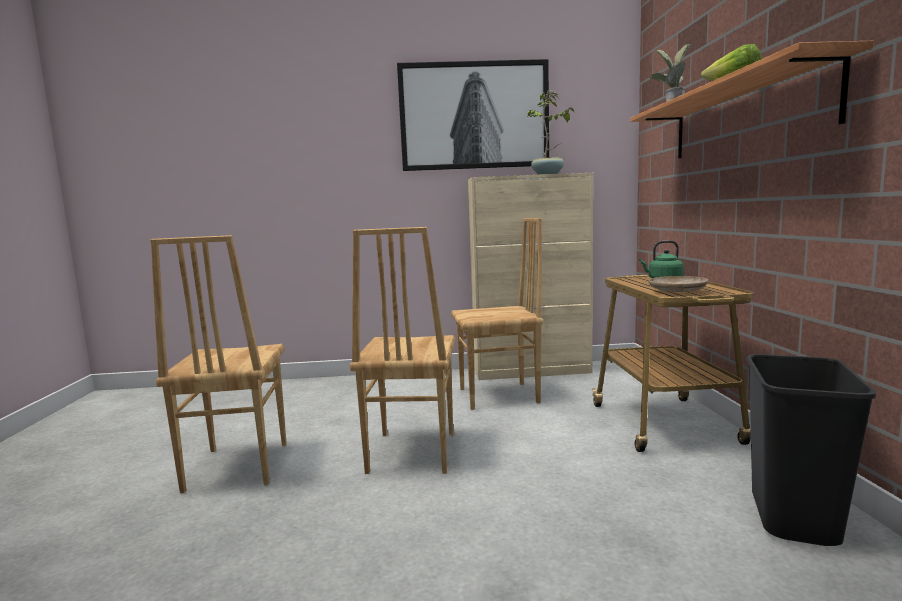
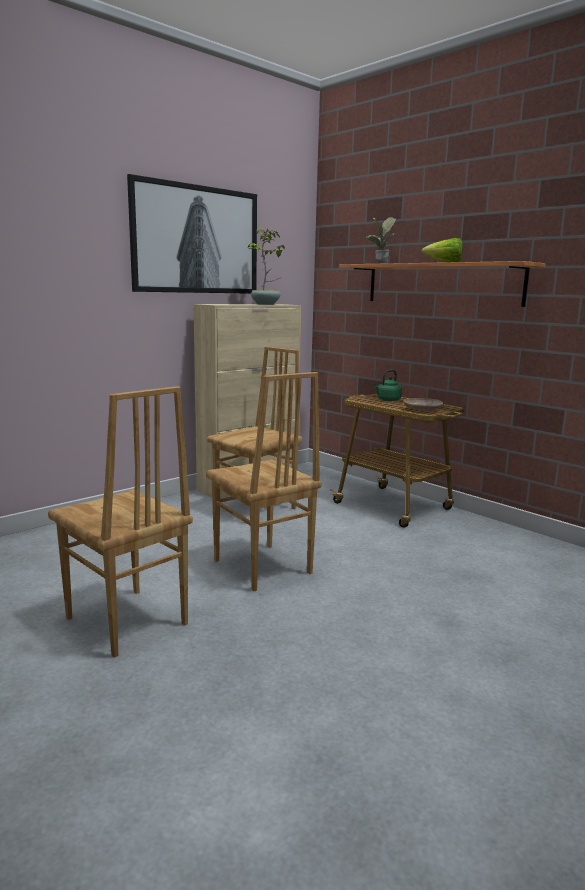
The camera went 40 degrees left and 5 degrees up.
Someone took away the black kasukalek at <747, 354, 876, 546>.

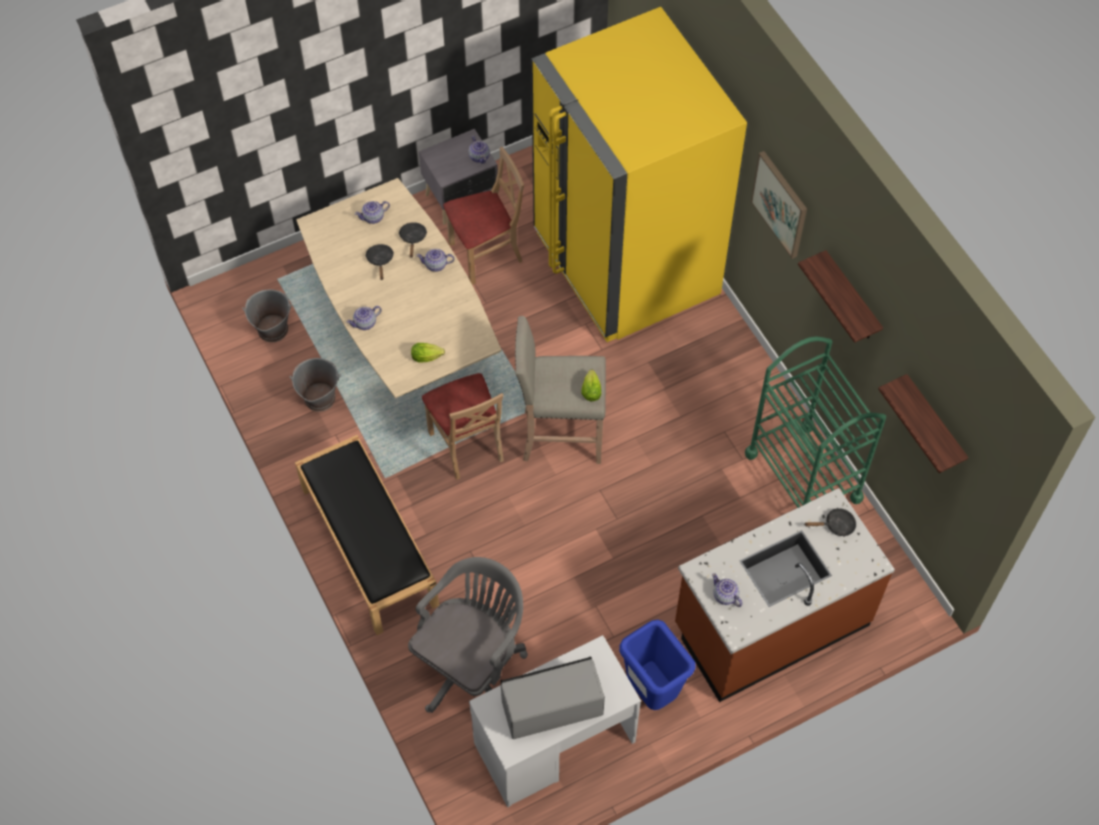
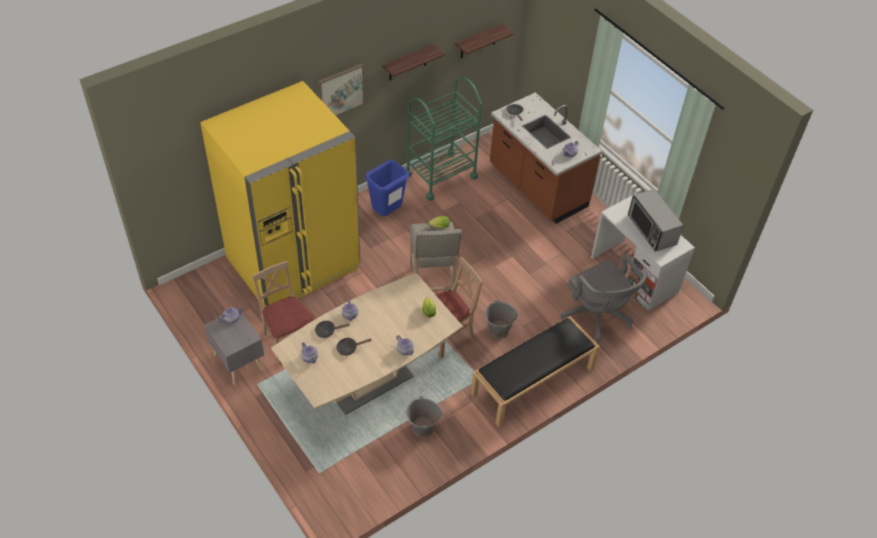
The camera went 100 degrees left and 10 degrees down.
Someone carried the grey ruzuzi from <242, 290, 292, 342> to <484, 300, 519, 339>.
Someone carried the blue kasukalek from <619, 620, 695, 710> to <365, 160, 409, 216>.
Someone rotated the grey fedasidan at <408, 557, 528, 713> by 150 degrees counterclockwise.

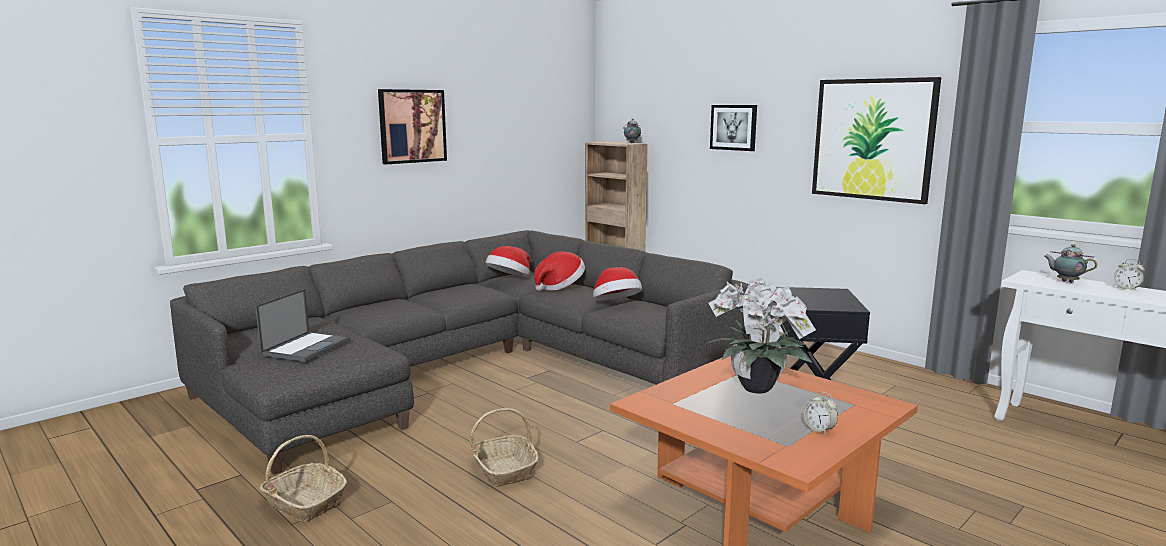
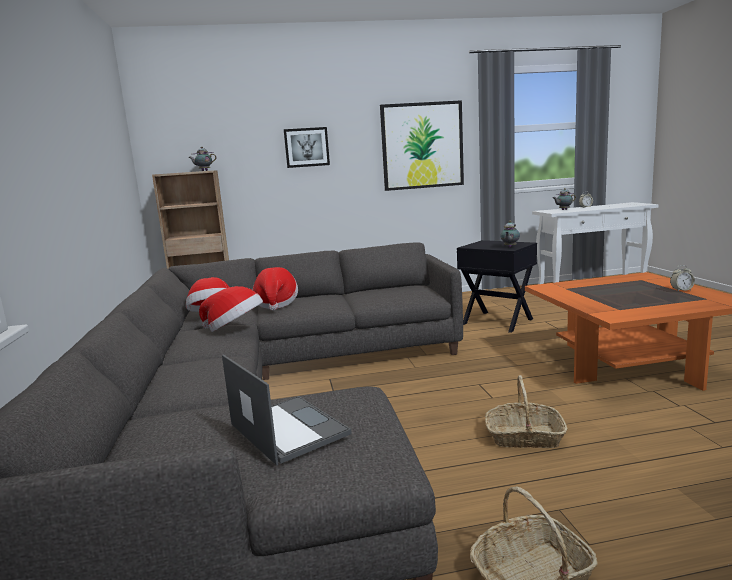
The camera went 55 degrees left and 0 degrees up.
Someone took away the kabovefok at <378, 89, 447, 165>.
Someone took away the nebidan at <707, 278, 816, 394>.
Someone put down the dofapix at <500, 221, 520, 247>.
Someone carried the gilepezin from <593, 267, 642, 300> to <199, 286, 263, 332>.

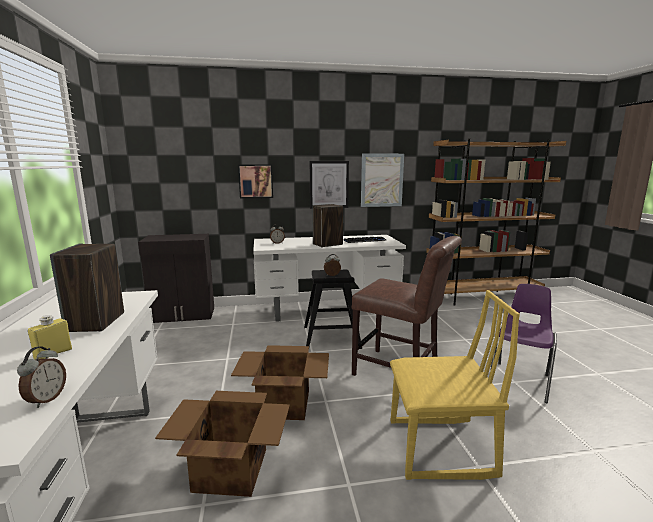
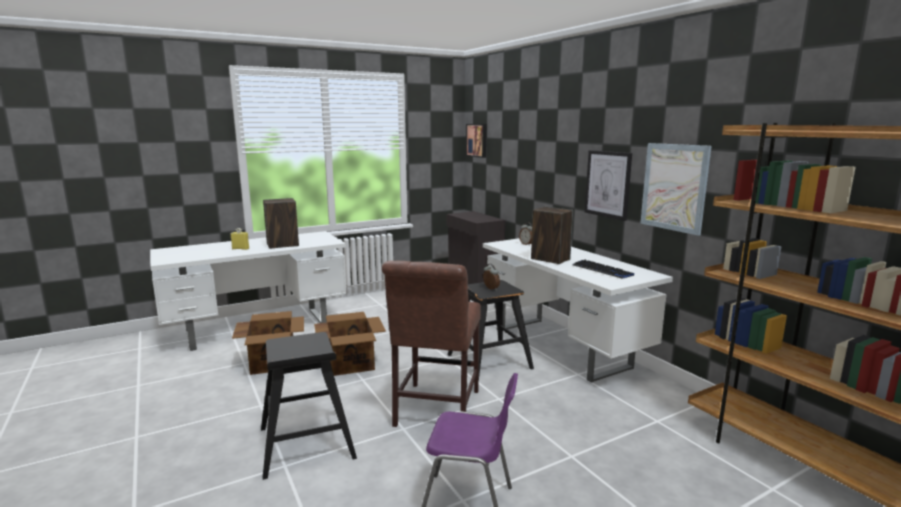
The camera went 70 degrees right and 0 degrees up.
Someone took away the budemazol at <17, 346, 66, 408>.
Someone carried the kabovefok from <238, 164, 273, 198> to <466, 124, 487, 158>.
Someone swapped the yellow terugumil at <390, 290, 520, 480> for the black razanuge at <261, 332, 357, 480>.

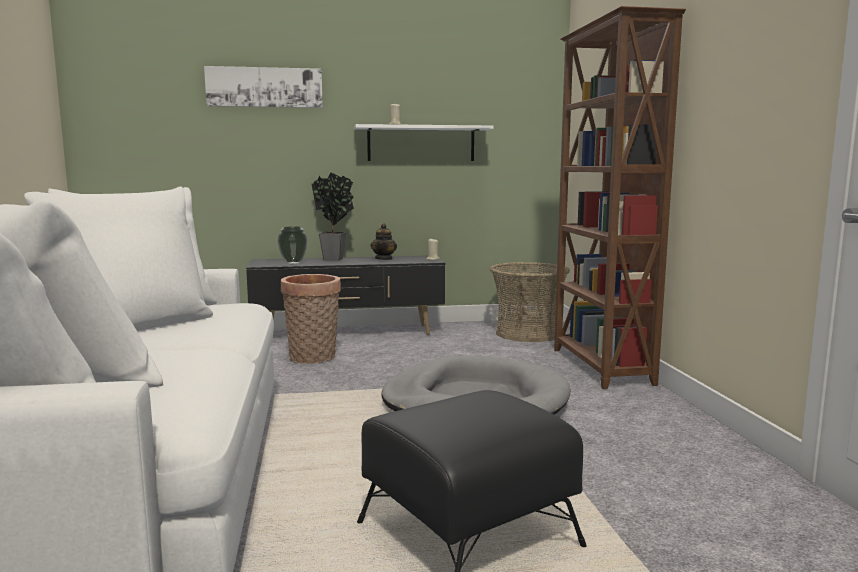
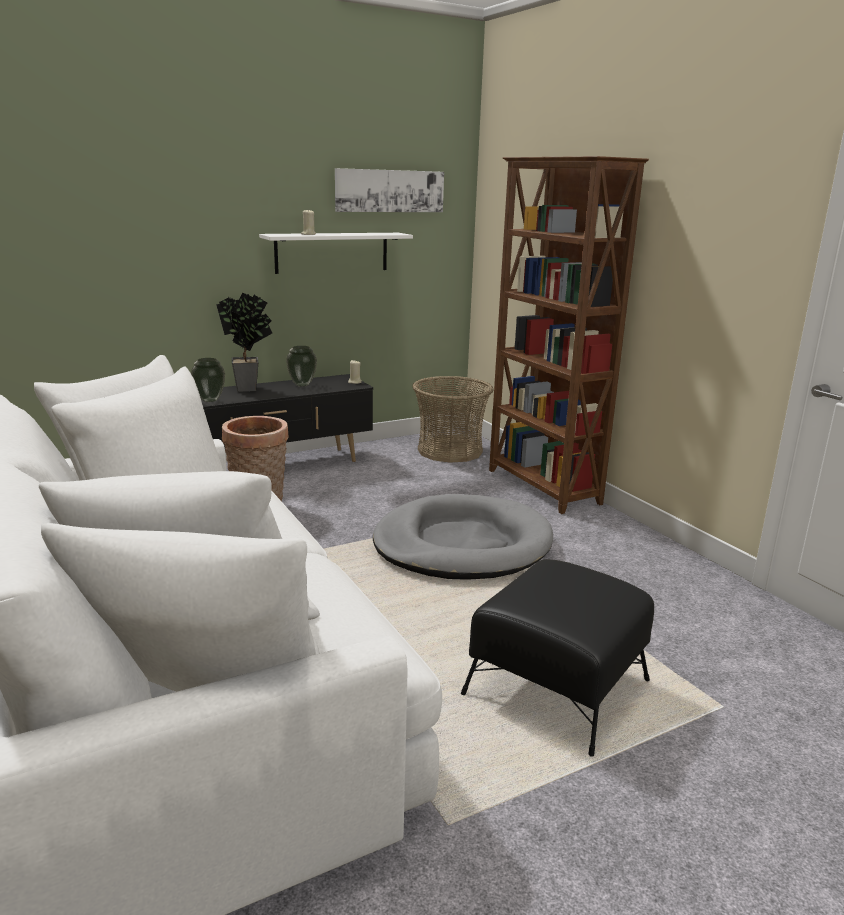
The camera went 20 degrees left and 10 degrees up.
Someone carried the kabovefok from <204, 66, 323, 108> to <335, 168, 444, 212>.
Someone swapped the dofapix at <371, 223, 397, 260> for the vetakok at <286, 346, 317, 387>.

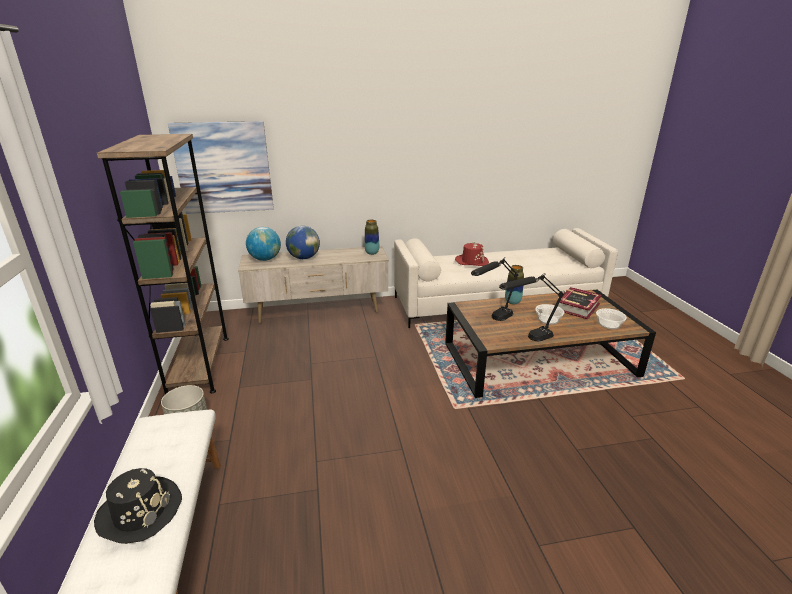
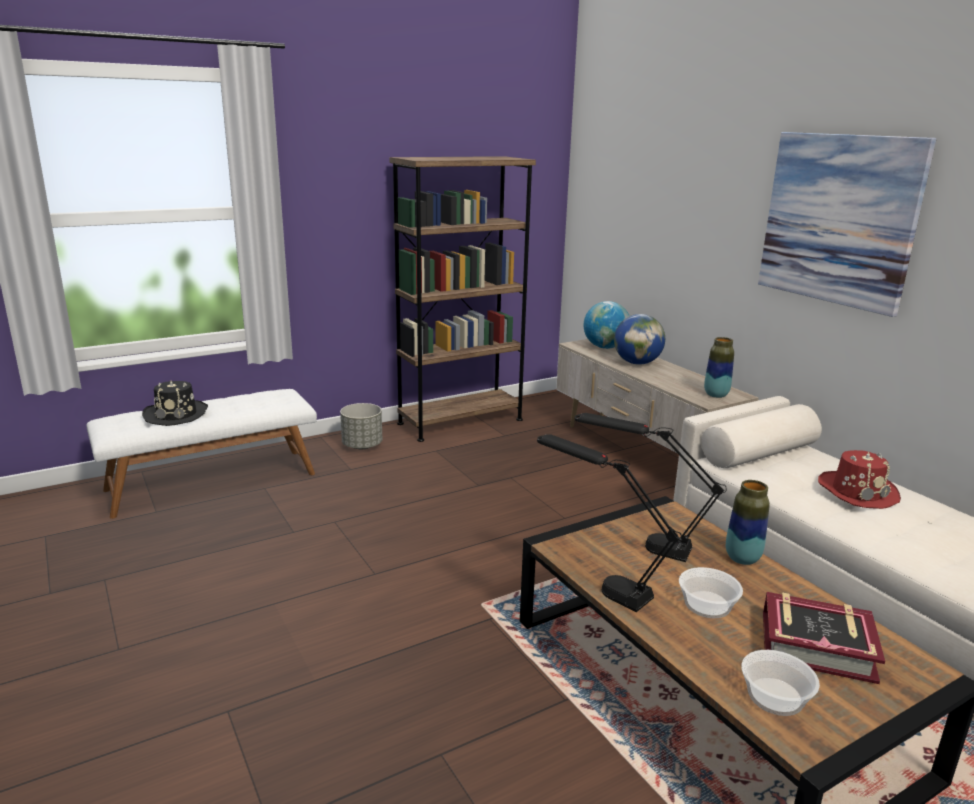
The camera went 70 degrees right and 5 degrees down.
Someone carried the kabovefok from <168, 121, 274, 214> to <758, 132, 936, 317>.

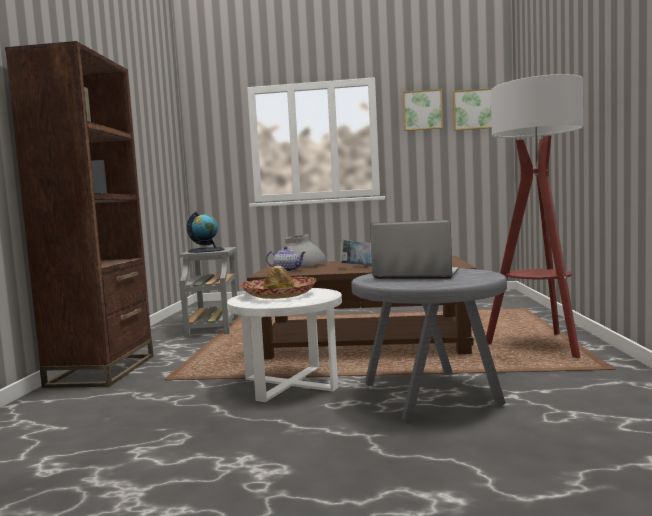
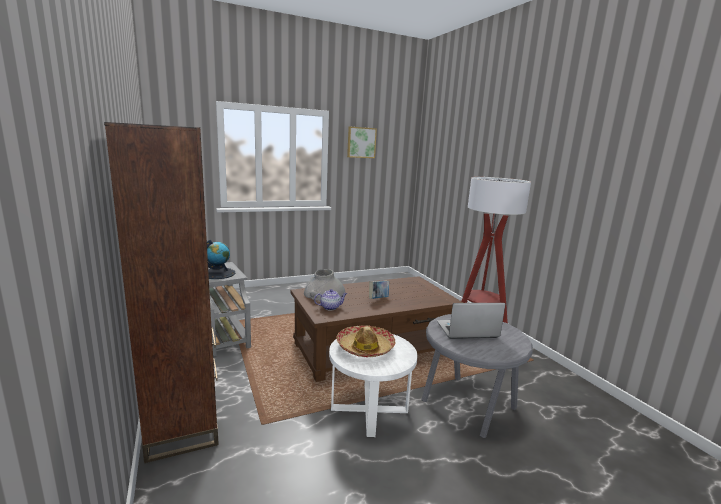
The camera went 30 degrees left and 10 degrees up.
Someone took away the kabovefok at <453, 88, 492, 131>.

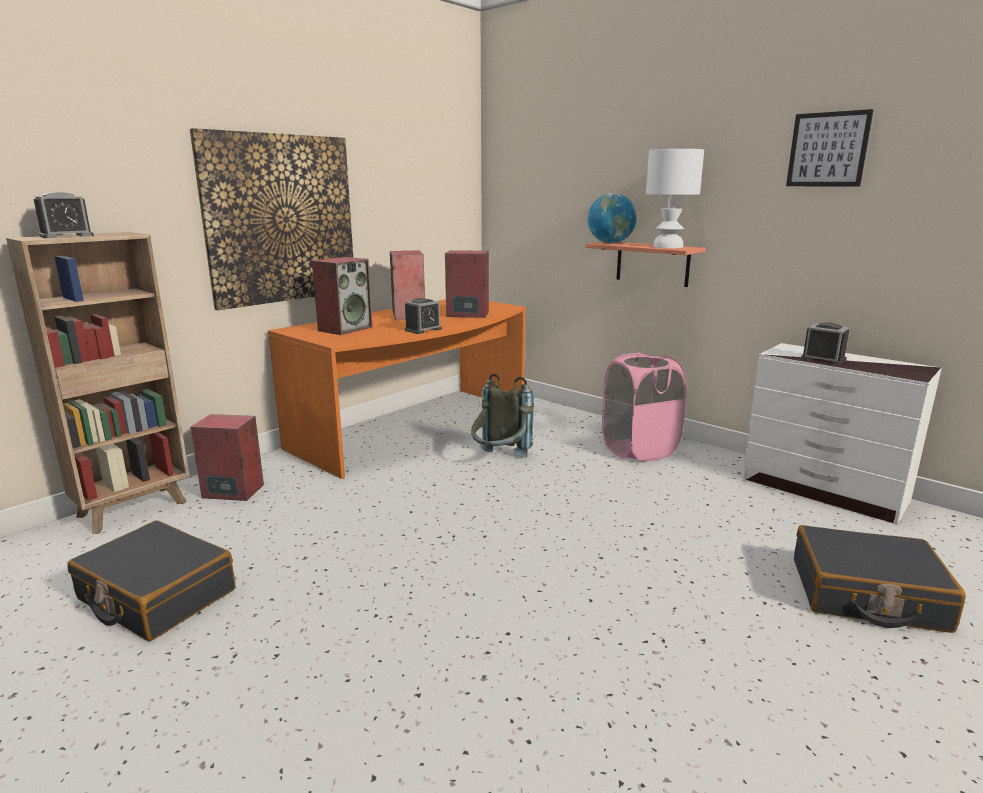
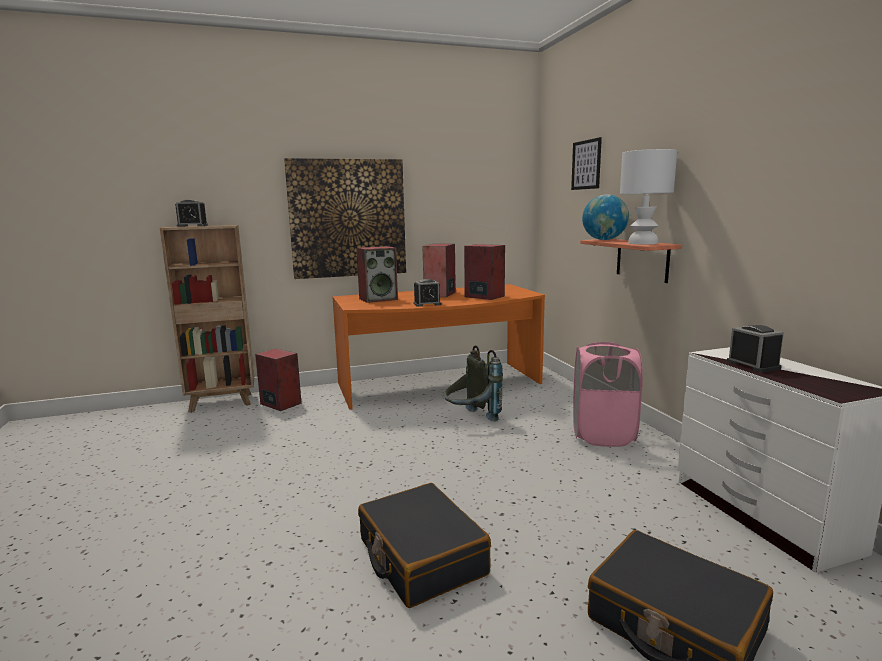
The camera went 30 degrees right and 5 degrees down.
Someone carried the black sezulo from <67, 520, 236, 641> to <358, 483, 491, 608>.
Someone carried the kabovefok from <786, 109, 874, 186> to <571, 137, 602, 190>.

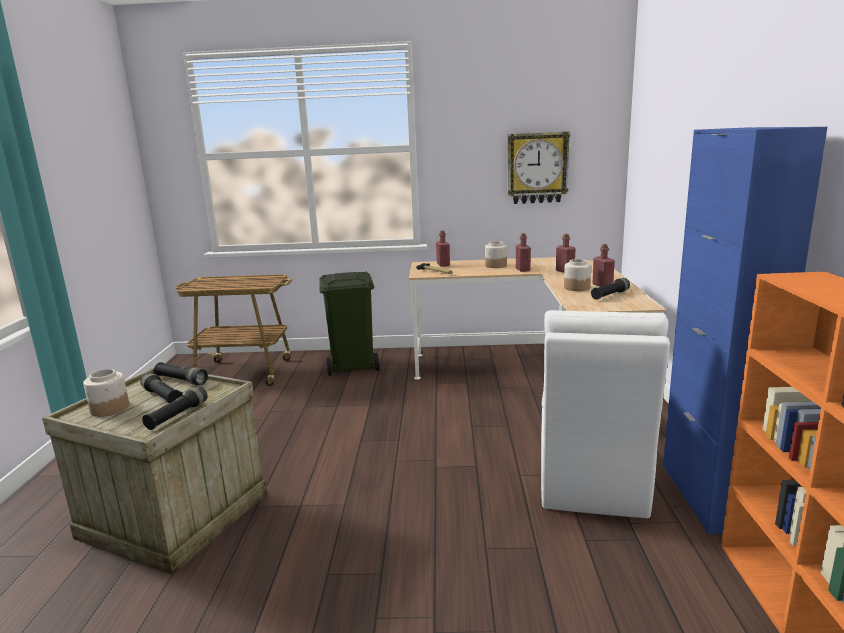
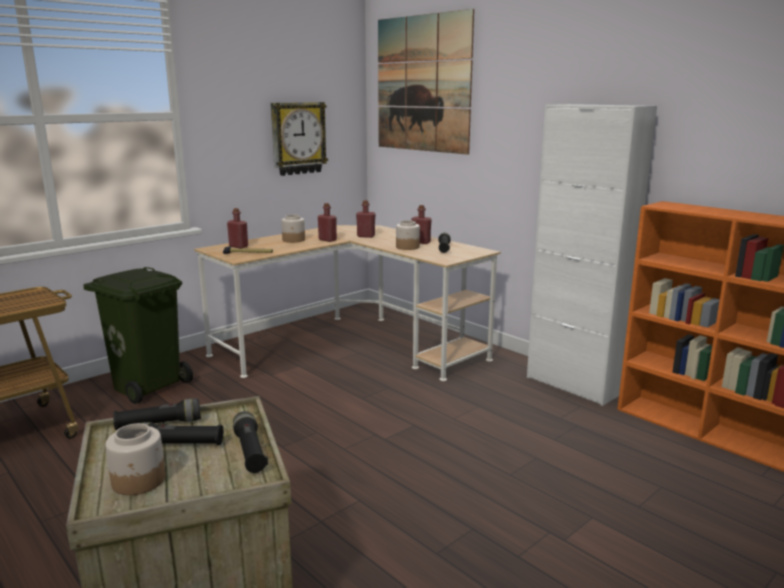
The camera went 45 degrees left and 0 degrees up.
Someone took away the white terugumil at <541, 310, 670, 518>.
Someone put up the kabovefok at <378, 9, 474, 155>.
Someone repainted the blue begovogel at <663, 127, 827, 534>, which became the white begovogel at <527, 104, 657, 406>.

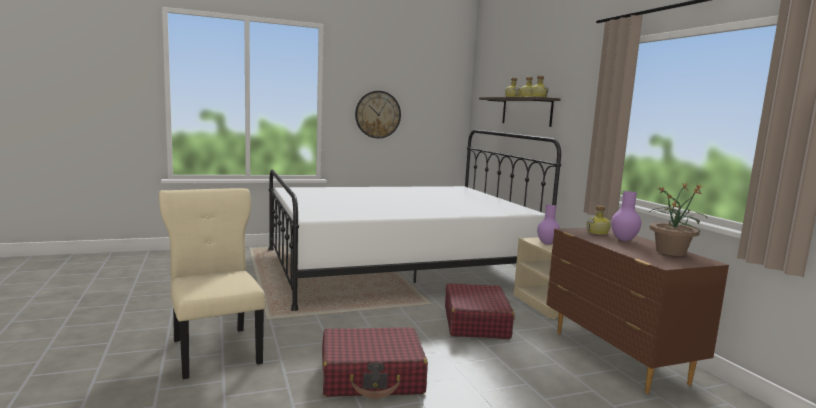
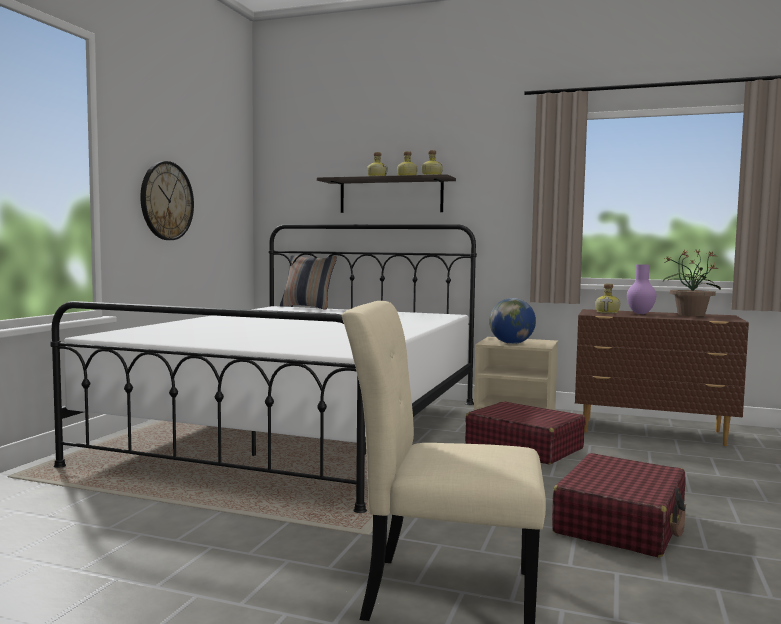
The camera went 50 degrees left and 5 degrees down.
Someone put down the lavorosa at <280, 255, 337, 310>.
Someone swapped the purple vetakok at <537, 205, 560, 245> for the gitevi at <489, 298, 536, 344>.

